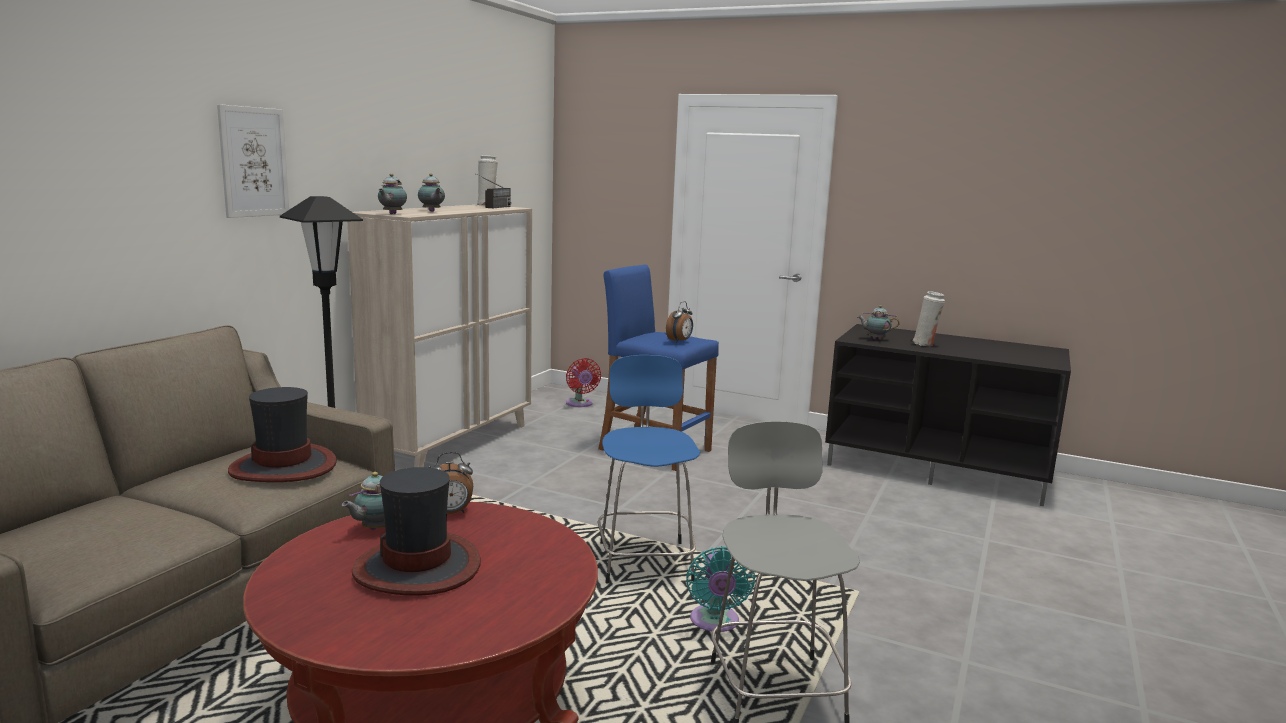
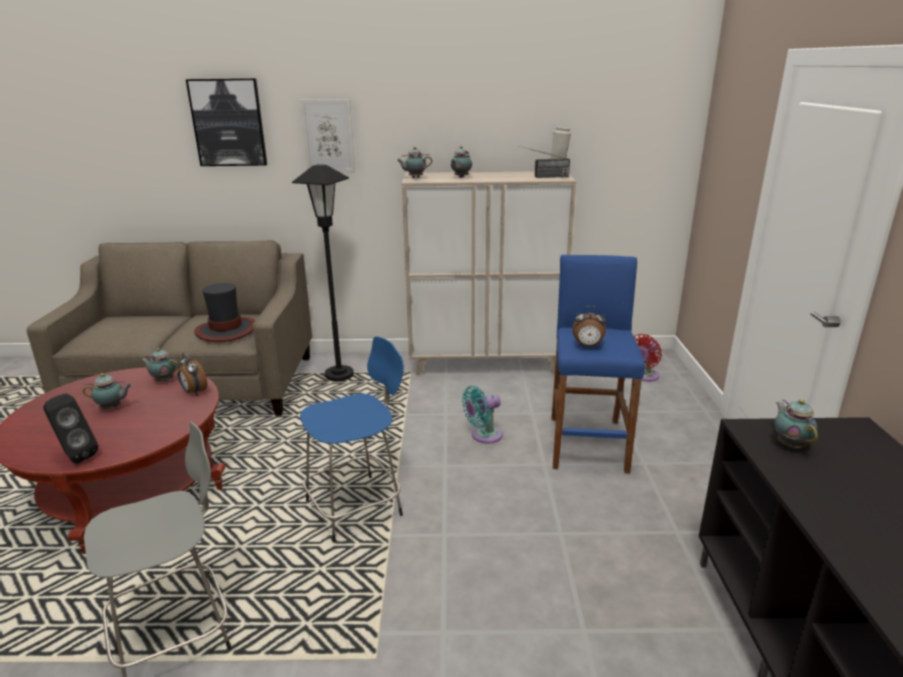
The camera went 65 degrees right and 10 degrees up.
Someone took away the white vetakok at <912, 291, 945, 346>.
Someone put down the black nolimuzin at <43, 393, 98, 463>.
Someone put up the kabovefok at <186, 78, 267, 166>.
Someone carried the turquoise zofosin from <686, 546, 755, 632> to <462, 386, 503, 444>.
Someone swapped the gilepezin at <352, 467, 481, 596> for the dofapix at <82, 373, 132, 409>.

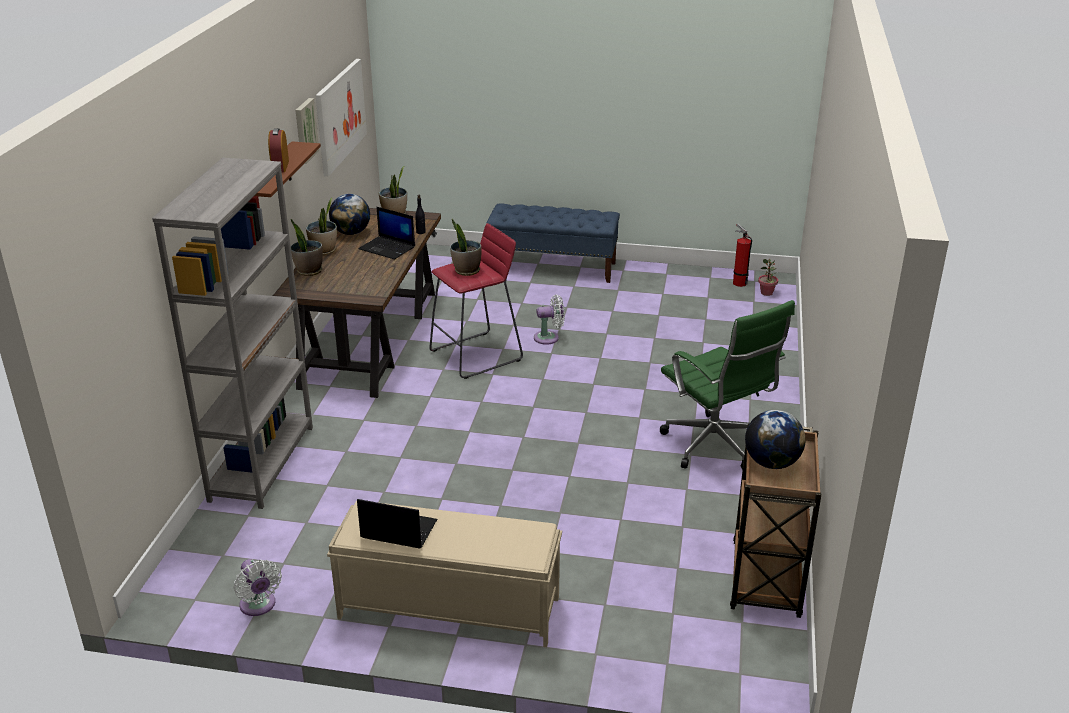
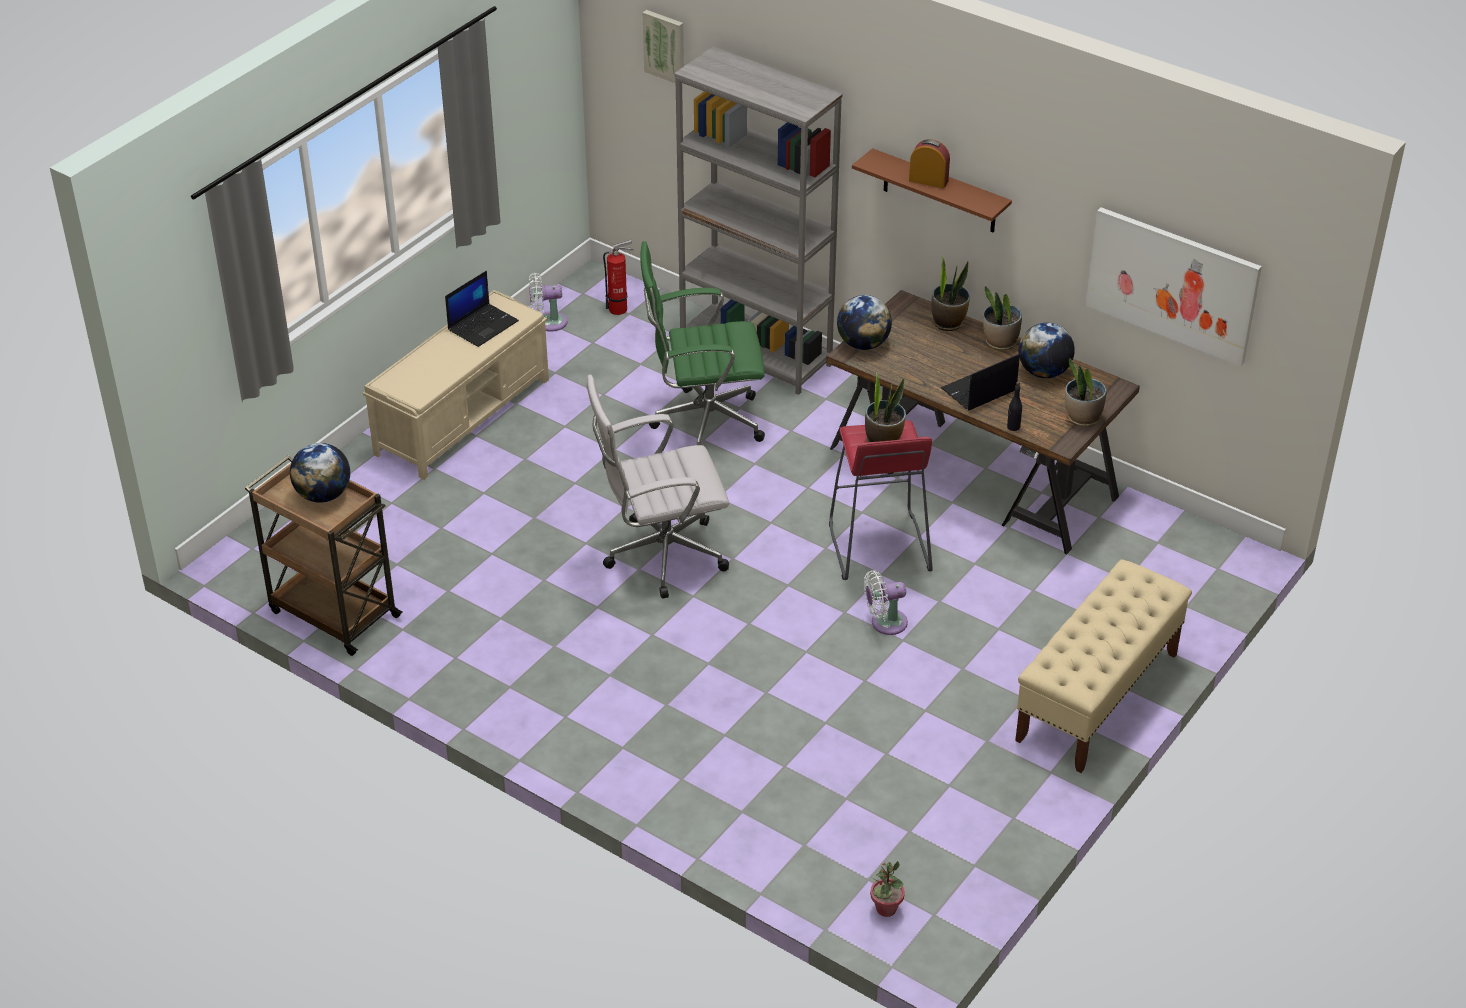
The camera went 115 degrees right and 10 degrees up.
Someone put down the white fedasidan at <586, 375, 729, 599>.
Someone put down the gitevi at <837, 295, 892, 350>.
Someone carried the kabovefok from <295, 98, 319, 164> to <643, 10, 684, 84>.
Someone carried the green fedasidan from <660, 300, 795, 470> to <640, 241, 765, 445>.
Someone carried the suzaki from <733, 223, 752, 287> to <603, 240, 634, 315>.
Someone repainted the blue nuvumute at <486, 204, 620, 283>, which became the beige nuvumute at <1015, 559, 1192, 773>.
Someone rotated the white zofosin at <534, 294, 565, 345> by 60 degrees clockwise.

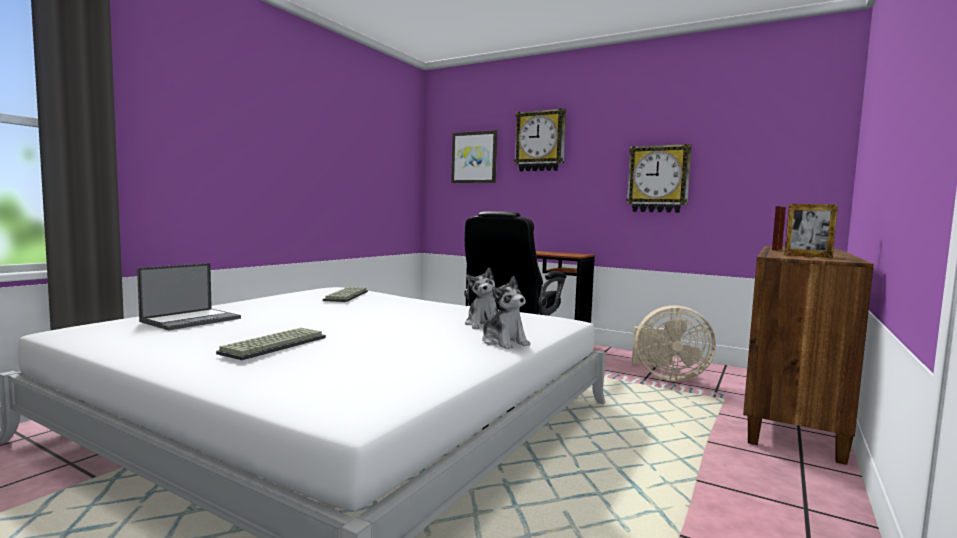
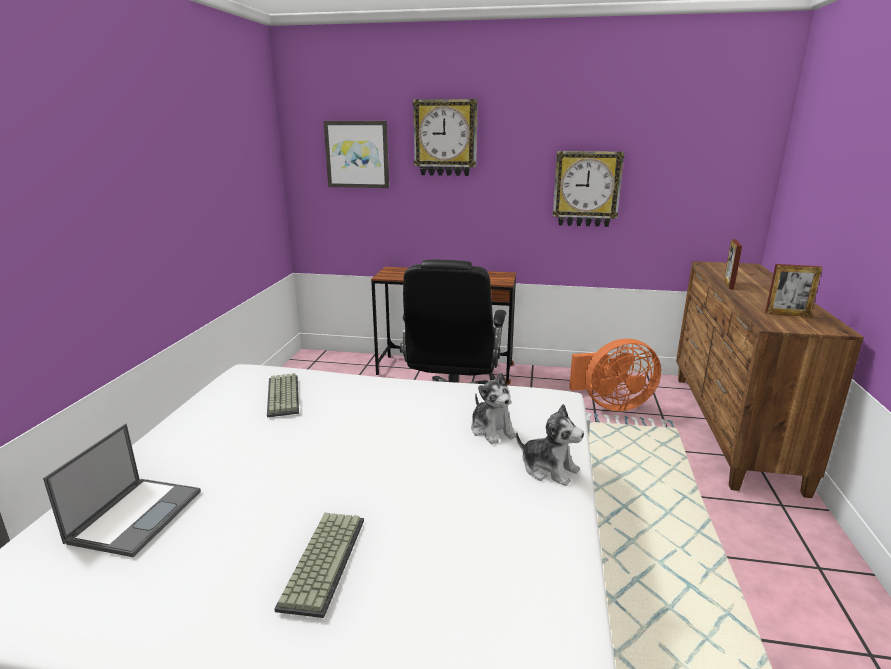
The camera went 20 degrees left and 15 degrees up.
Someone repainted the beige zofosin at <632, 305, 716, 381>, which became the orange zofosin at <569, 339, 661, 411>.

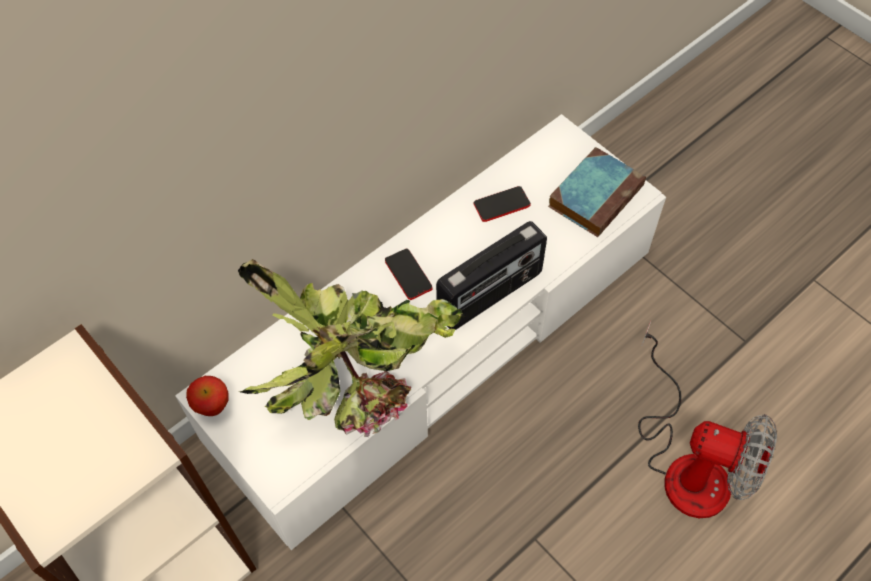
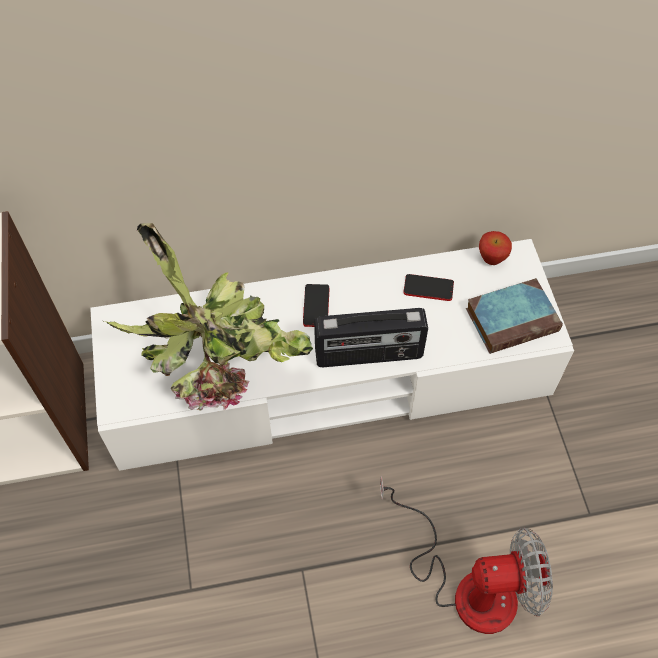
The camera went 30 degrees right and 0 degrees up.
Someone carried the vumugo from <186, 376, 229, 416> to <479, 231, 512, 265>.
Someone rotated the zofosin at <638, 321, 777, 518> by 60 degrees counterclockwise.

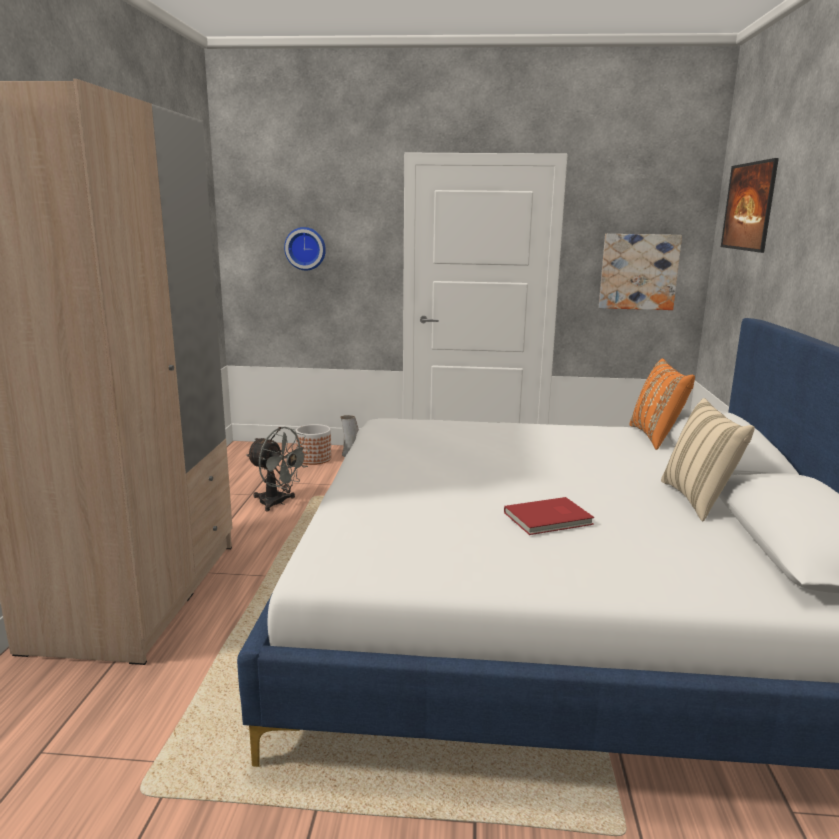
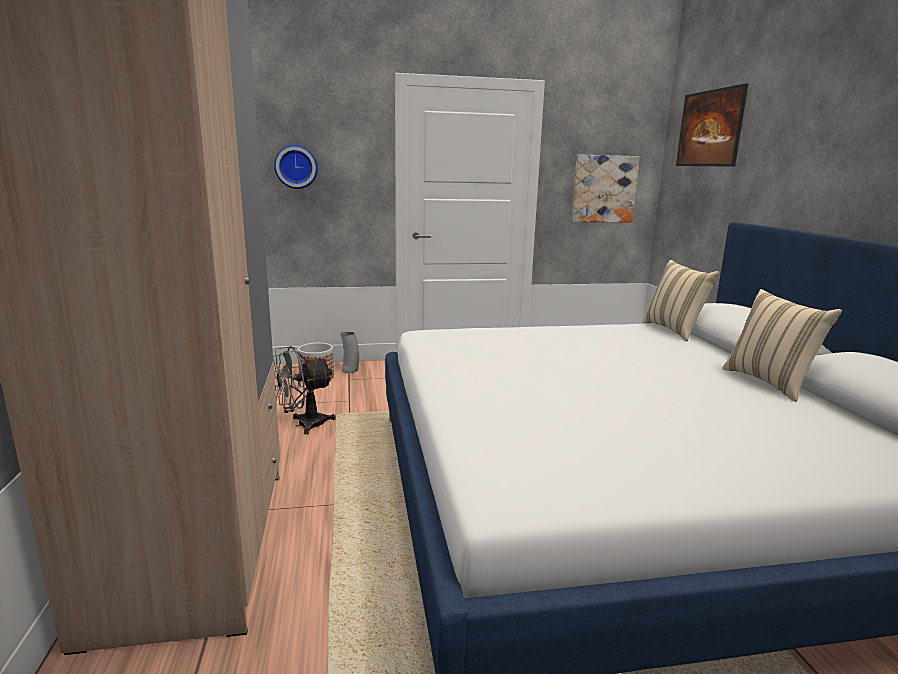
The camera went 15 degrees left and 0 degrees up.
Someone took away the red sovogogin at <504, 497, 594, 535>.
Someone repainted the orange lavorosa at <630, 358, 695, 450>, which became the beige lavorosa at <643, 260, 719, 341>.
Someone rotated the grey zofosin at <246, 427, 310, 512> by 135 degrees clockwise.

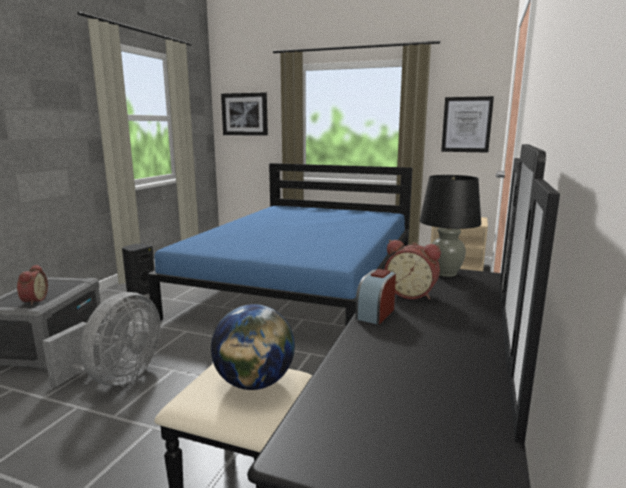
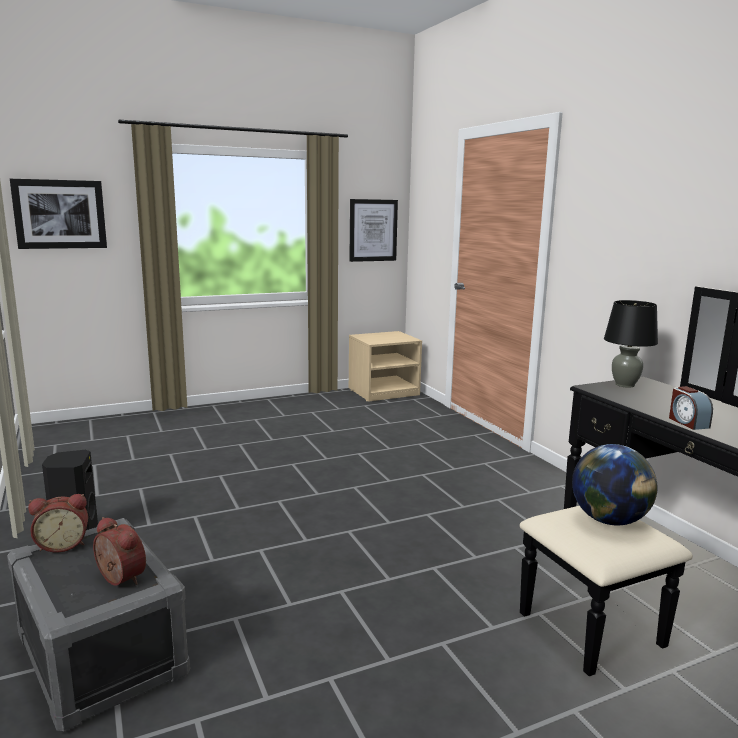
The camera went 45 degrees left and 0 degrees up.
Someone took away the grey zofosin at <43, 292, 161, 387>.
Someone took away the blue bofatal at <147, 163, 412, 327>.
Someone carried the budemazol from <384, 240, 441, 300> to <28, 494, 88, 553>.

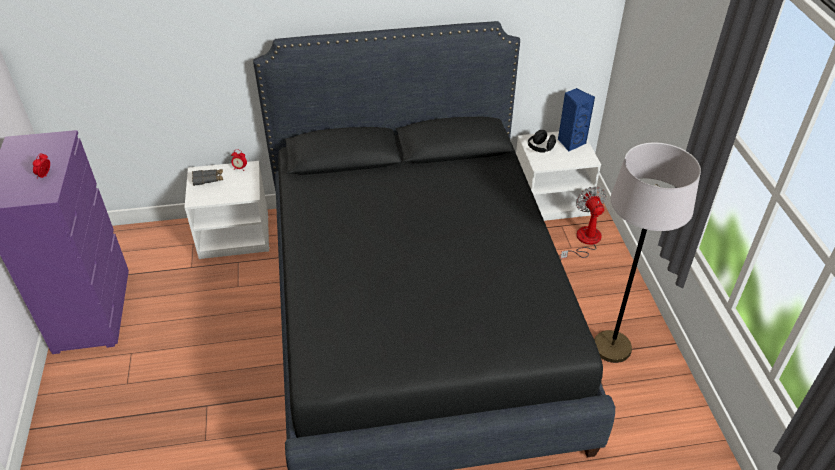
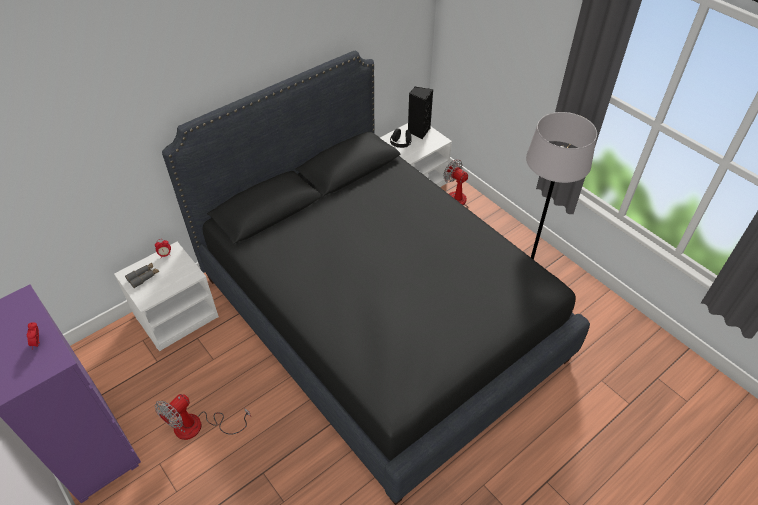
The camera went 30 degrees left and 5 degrees up.
Someone put down the zofosin at <155, 394, 251, 440>.
Someone repainted the blue nolimuzin at <558, 88, 595, 151>, which became the black nolimuzin at <408, 87, 433, 139>.

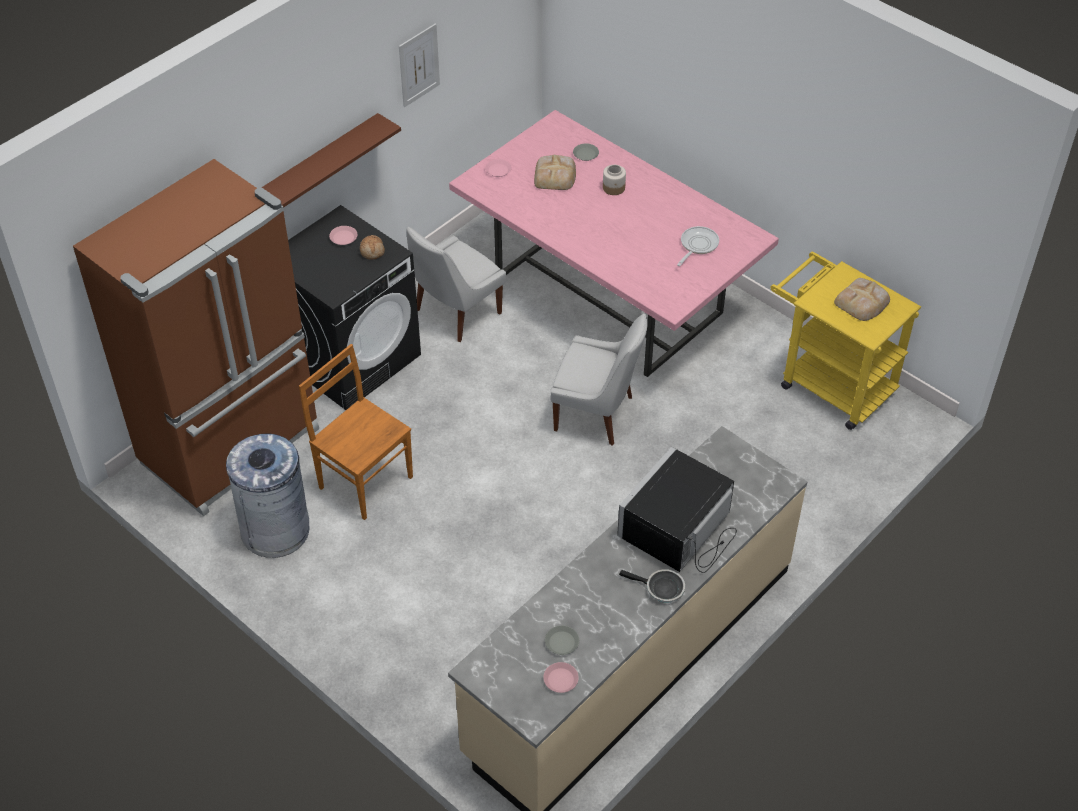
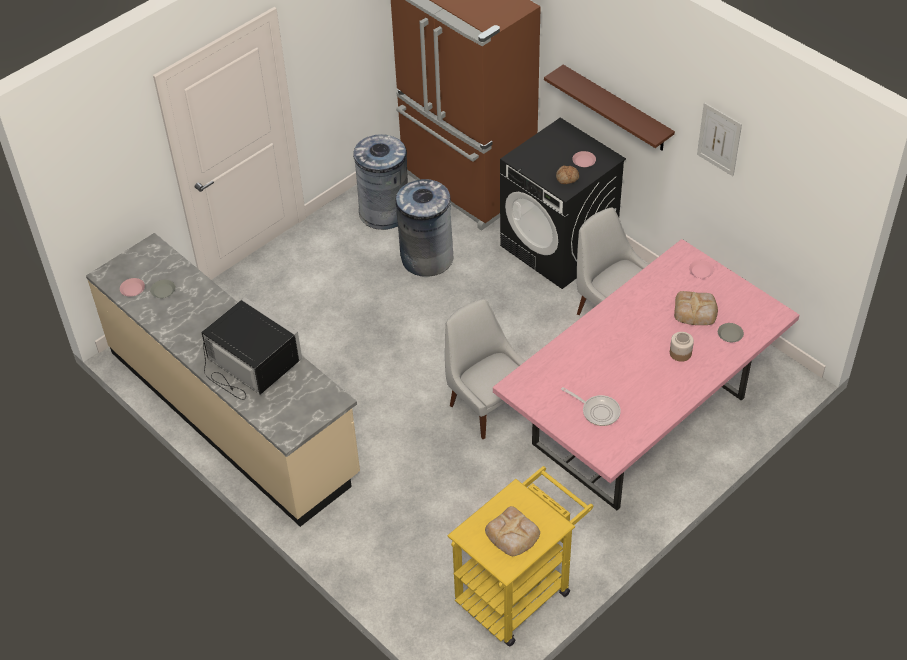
The camera went 95 degrees right and 0 degrees up.
Someone took away the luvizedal at <619, 569, 685, 603>.
Someone swapped the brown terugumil at <299, 344, 413, 520> for the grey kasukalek at <395, 179, 453, 277>.
Someone rotated the white terugumil at <551, 313, 647, 445> by 120 degrees clockwise.

